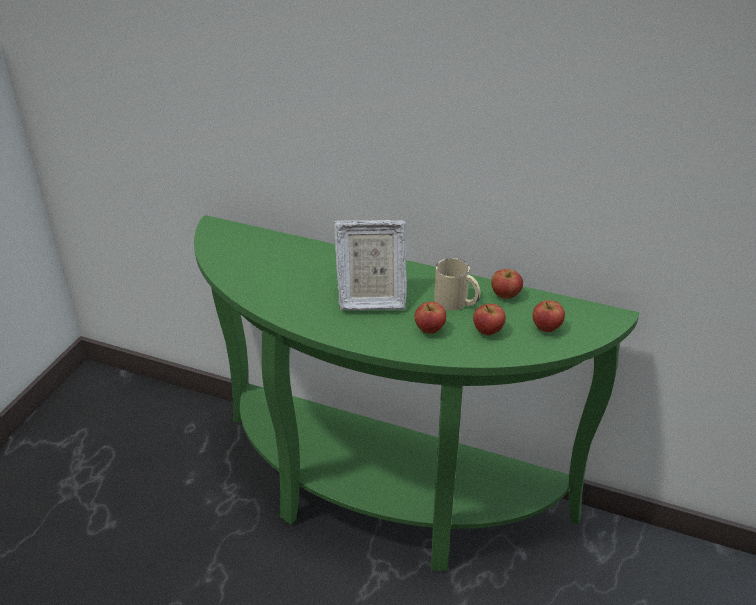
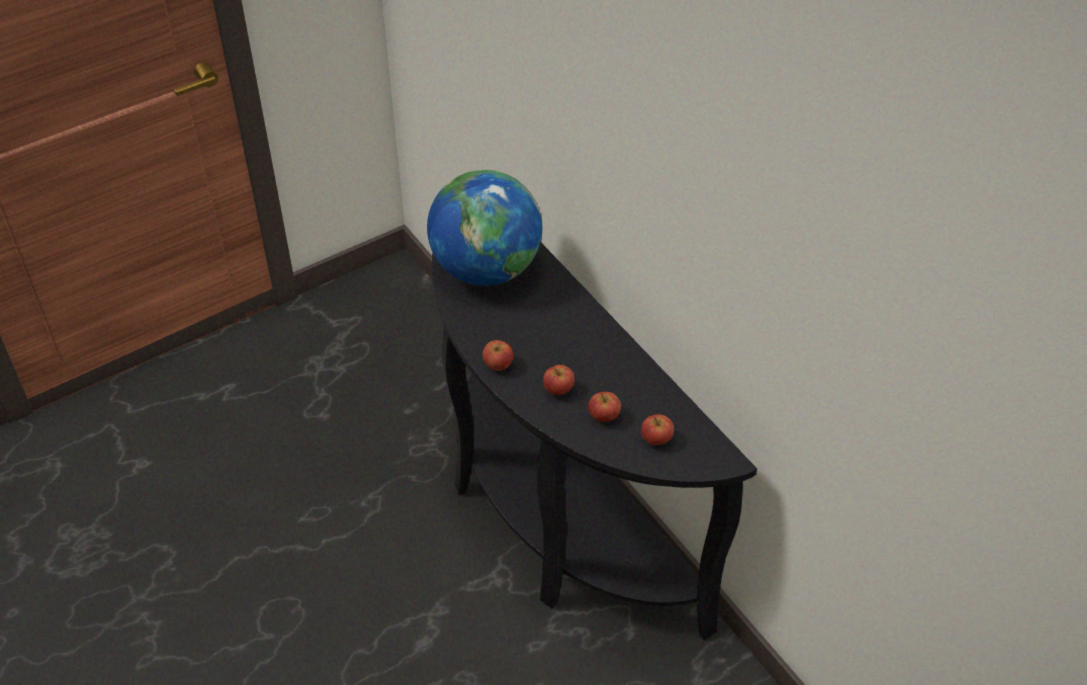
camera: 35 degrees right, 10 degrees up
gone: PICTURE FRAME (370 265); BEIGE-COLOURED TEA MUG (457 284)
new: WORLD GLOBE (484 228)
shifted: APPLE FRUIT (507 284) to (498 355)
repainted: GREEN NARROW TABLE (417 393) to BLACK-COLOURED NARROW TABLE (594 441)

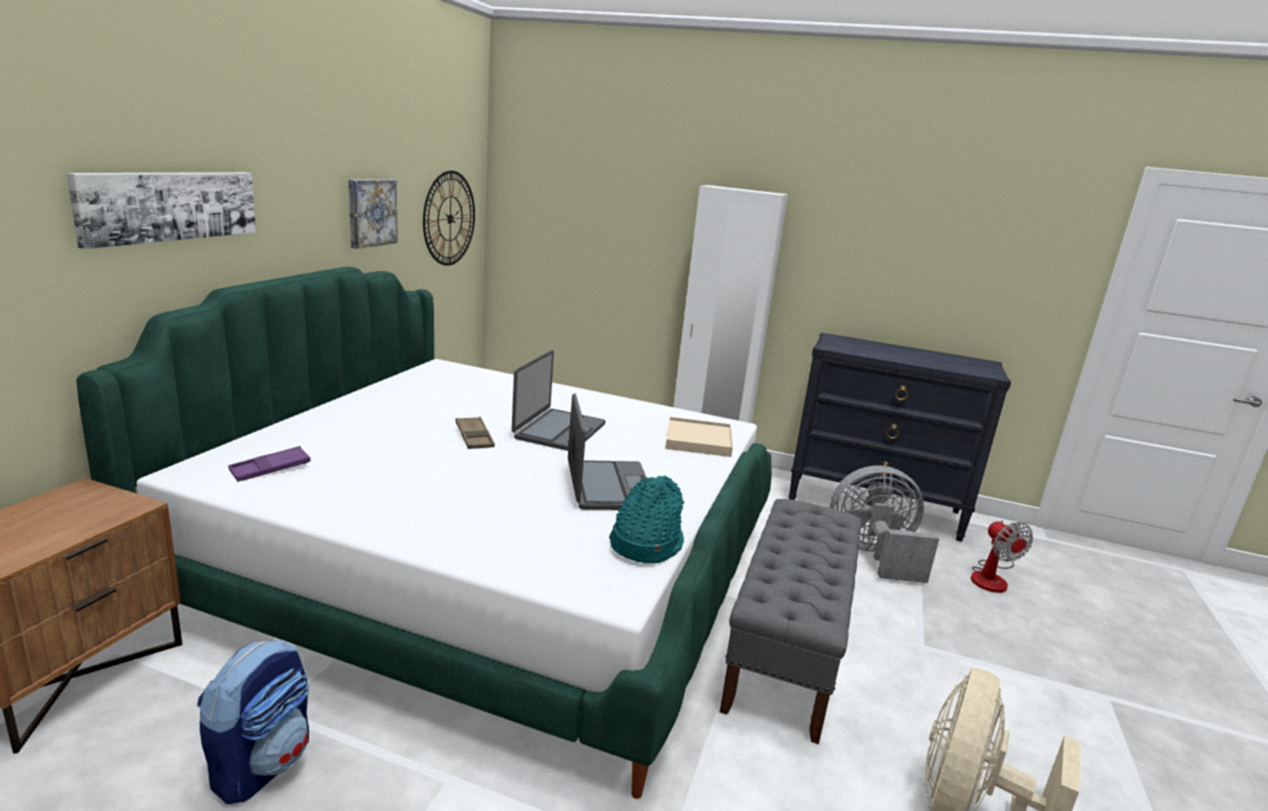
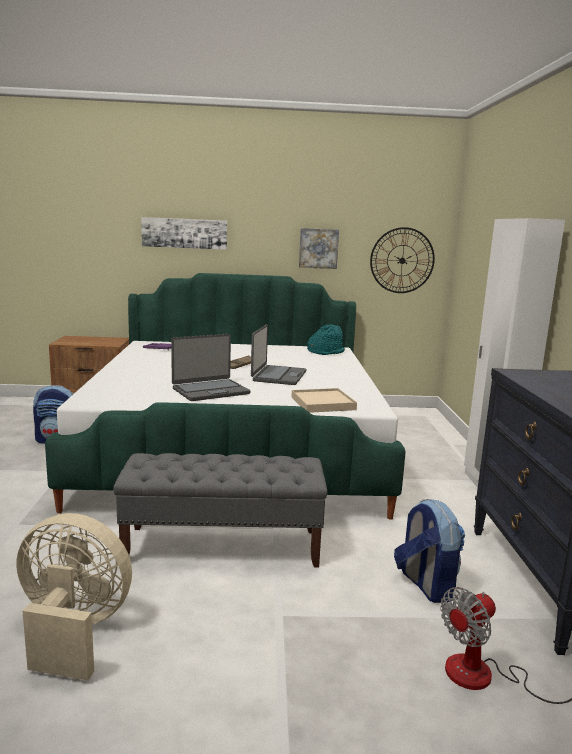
camera: 70 degrees right, 5 degrees down
shifted: TURQUOISE-COLOURED CLOTHING HAT (646 519) to (326 339)
swapped: GREYISH ELECTRIC FAN (884 524) to RUCKSACK (429 551)
rotated: NOTEBOOK COMPUTER (559 400) = (278 354) 75 degrees counterclockwise

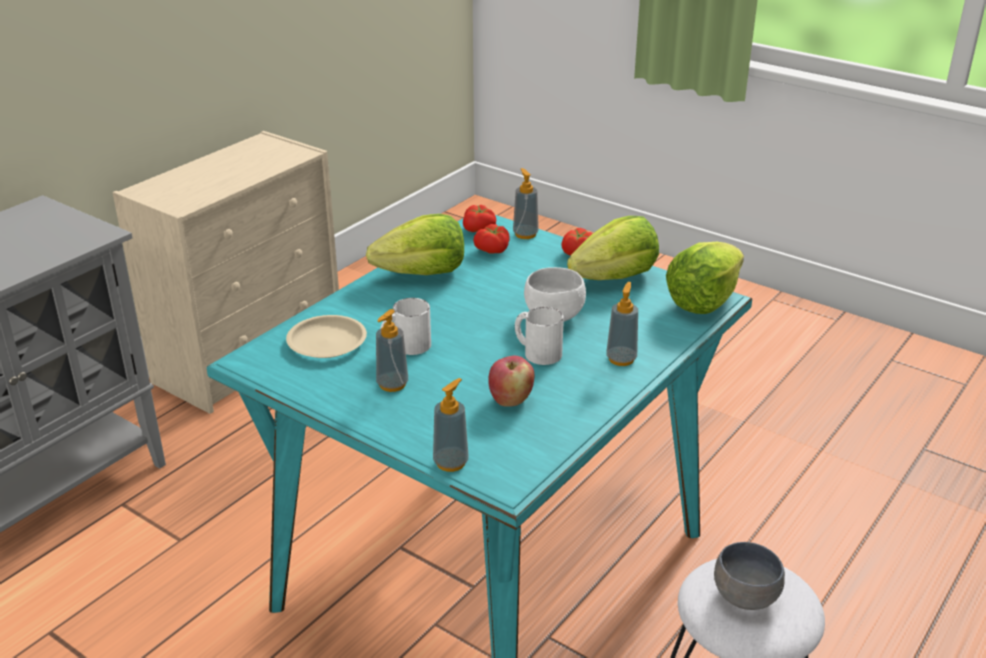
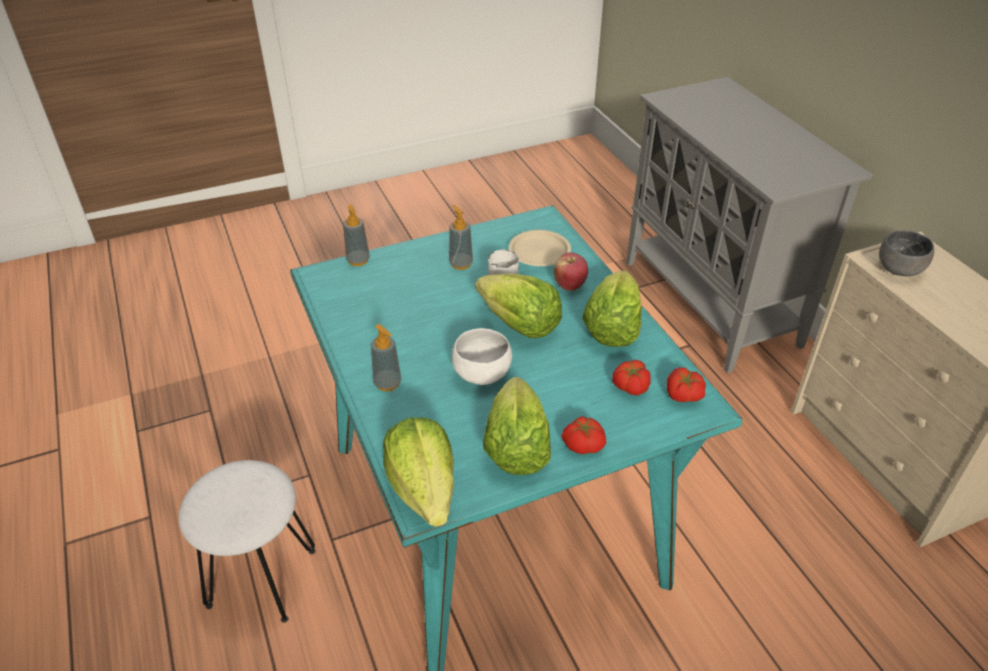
camera: 120 degrees right, 10 degrees up
gone: LIQUID SOAP BOTTLE (526 203); WHITISH TEA MUG (539 336)
new: LETTUCE (518 306)
shifted: APPLE FRUIT (511 381) to (571 272); GREYISH DEEP DISH (749 576) to (906 253)

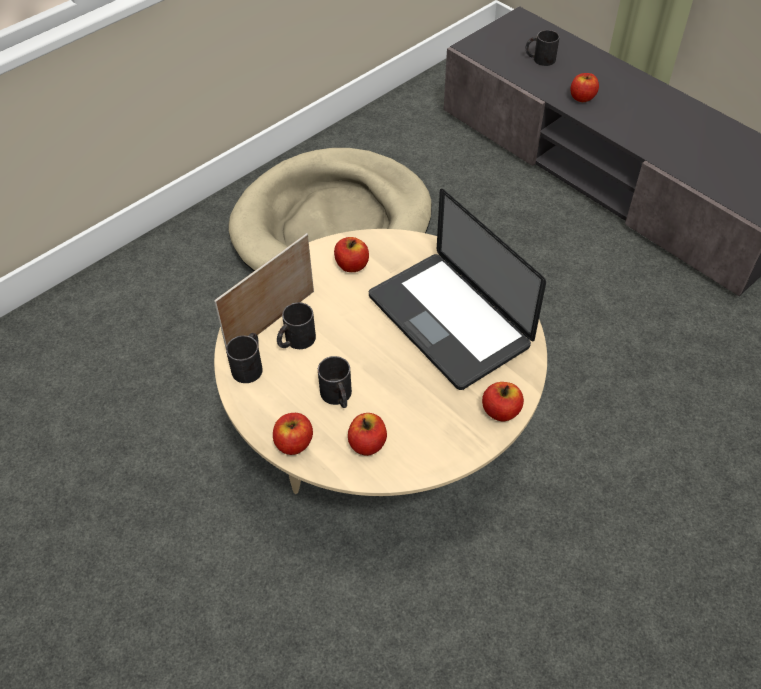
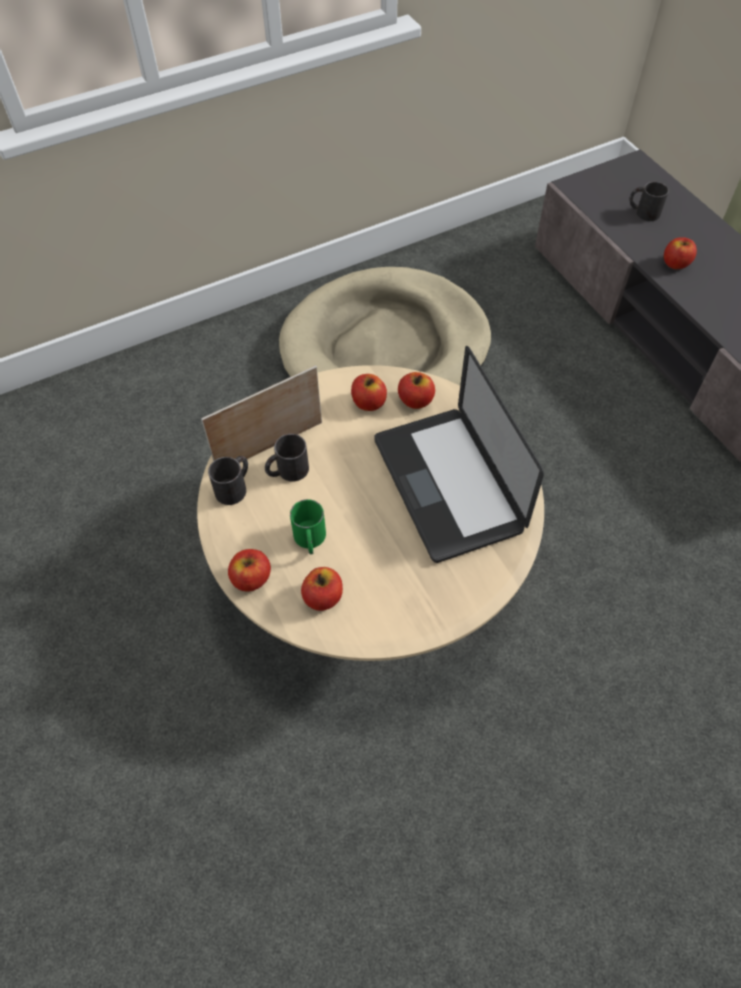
camera: 15 degrees right, 5 degrees up
shifted: APPLE FRUIT (503 402) to (416 390)
repainted: BLACK-COLOURED TEA MUG (335 382) to GREEN TEA MUG (308 526)

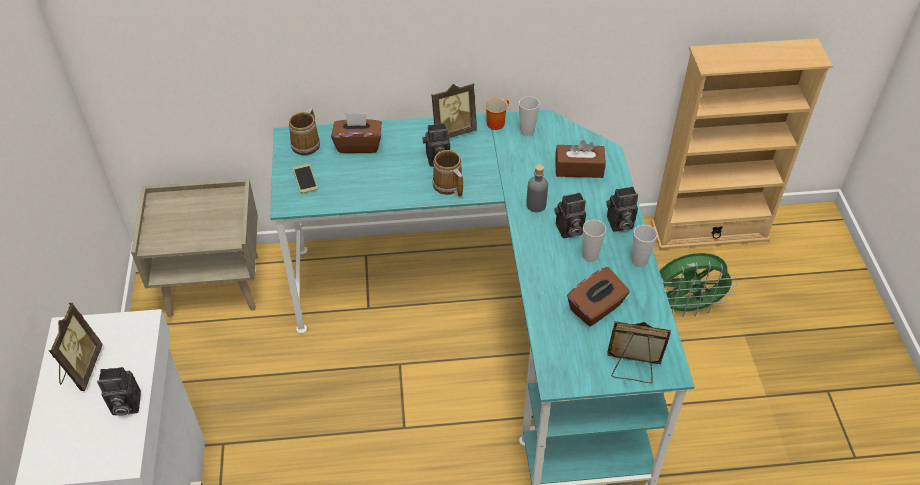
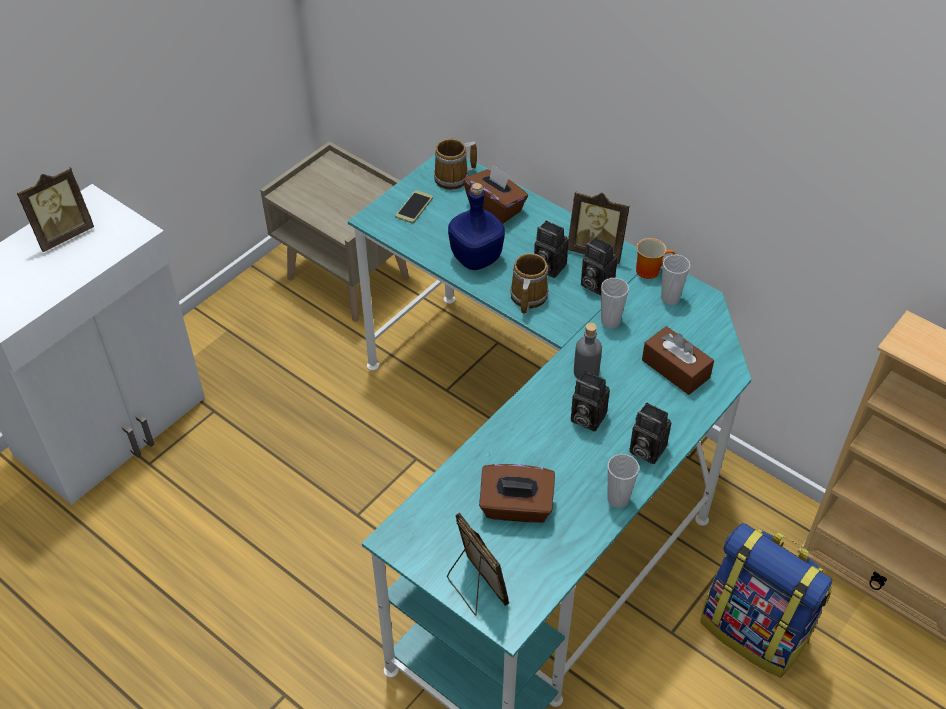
camera: 45 degrees right, 0 degrees up
new: BLUE BEVERAGE BOTTLE (476 226)
shifted: STILL CAMERA (119 391) to (599 266); SMALL CUP (594 241) to (615 303)
swapped: GREEN ELECTRIC FAN (699 285) to RUCKSACK (766 600)

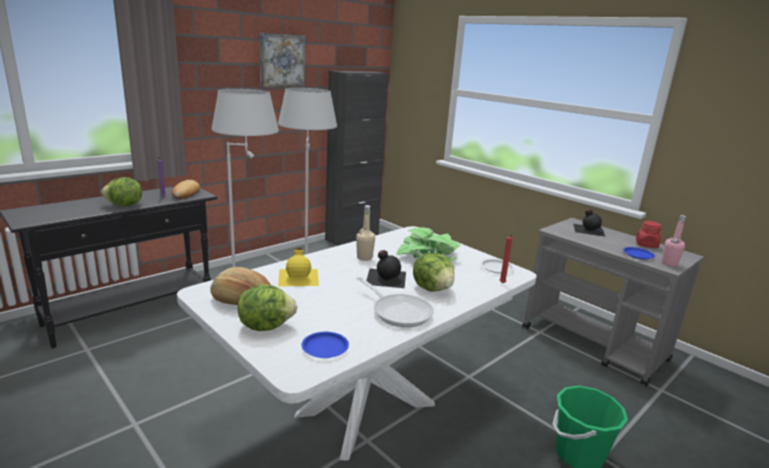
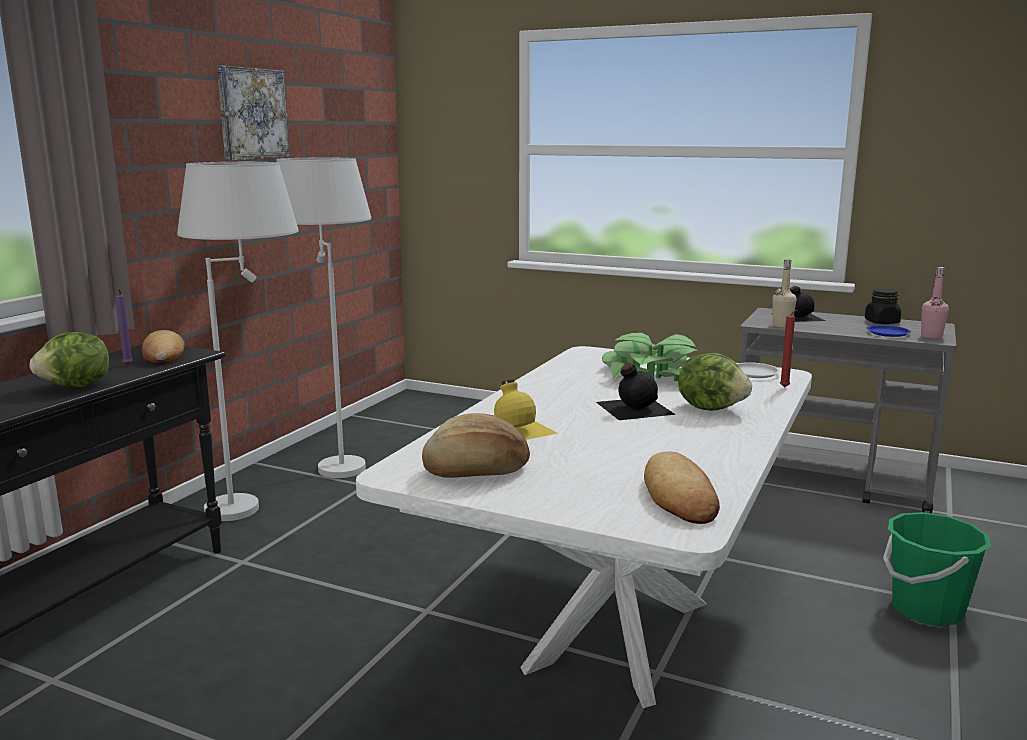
camera: 20 degrees left, 5 degrees down
gone: LETTUCE (267 307); BLACK-COLOURED CUPBOARD (357 158); SKILLET (395 302)
shifted: BEIGE-COLOURED BEVERAGE BOTTLE (365 233) to (784 294)
swapped: BLUE PLATE (325 345) to BREAD (682 488)
repainted: REDDISH STORAGE JAR (648 234) to BLACK-COLOURED STORAGE JAR (883 306)

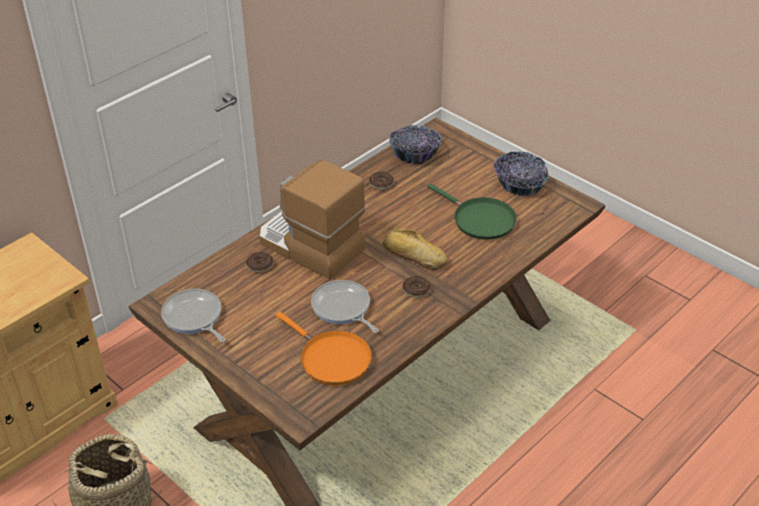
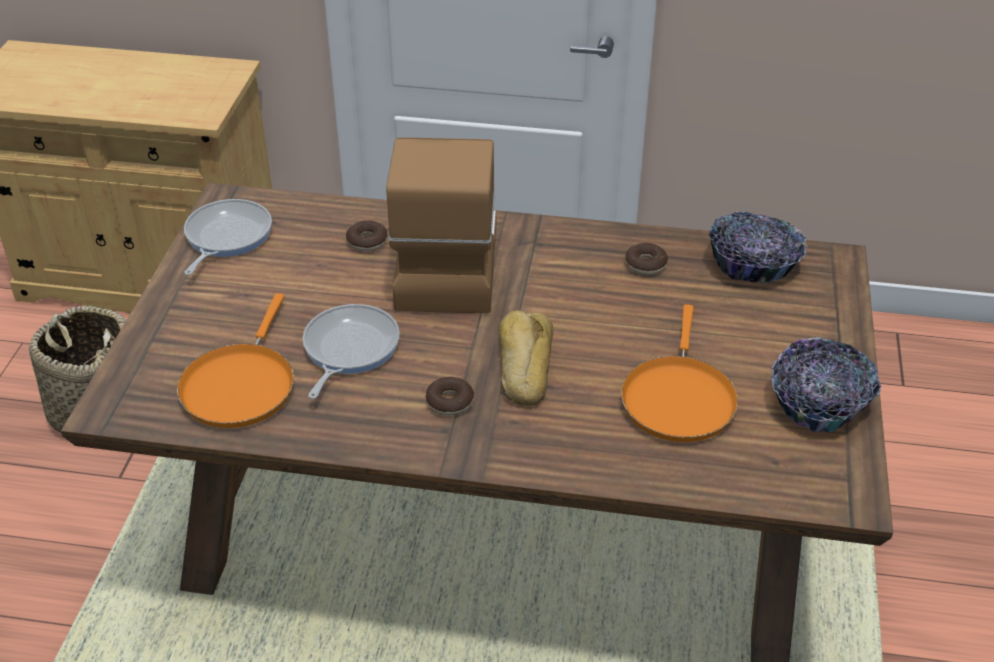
camera: 55 degrees right, 0 degrees up
repainted: GREEN SKILLET (472 211) to ORANGE SKILLET (680 373)

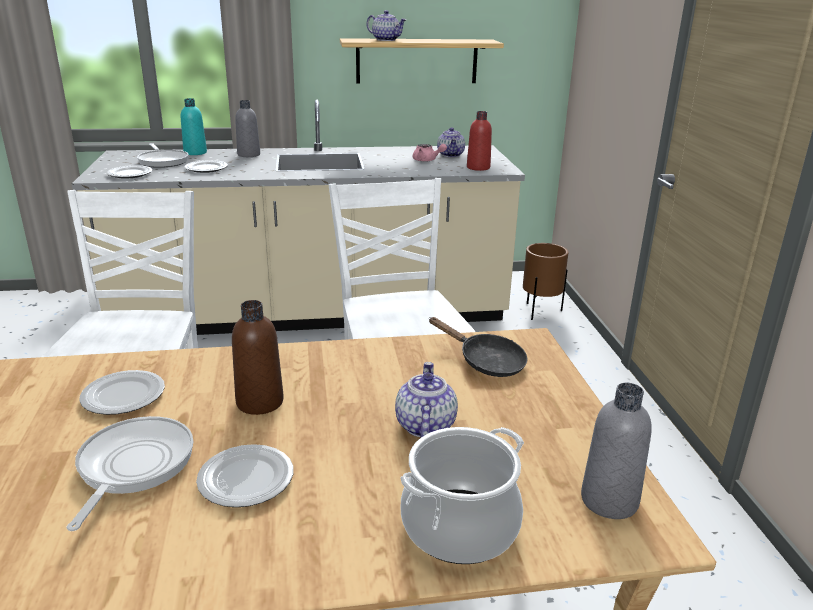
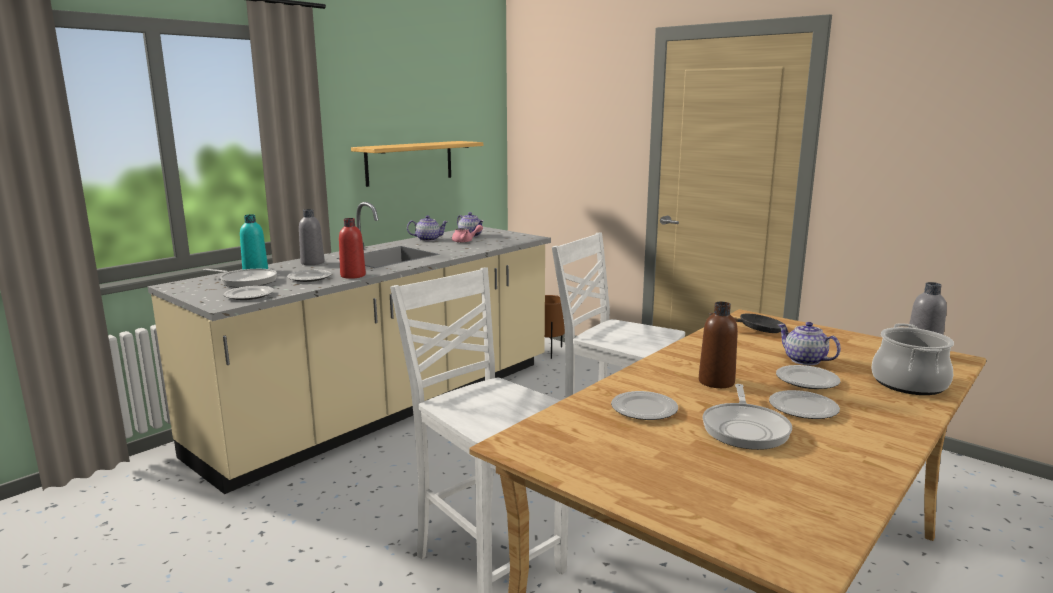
camera: 40 degrees left, 10 degrees down
new: PLATE (808 377)
shifted: POT FOR TEA (386 25) to (427 228); REDDISH BEVERAGE BOTTLE (479 141) to (352 248)
rotated: SKILLET (130 473) = (747 417) 135 degrees counterclockwise

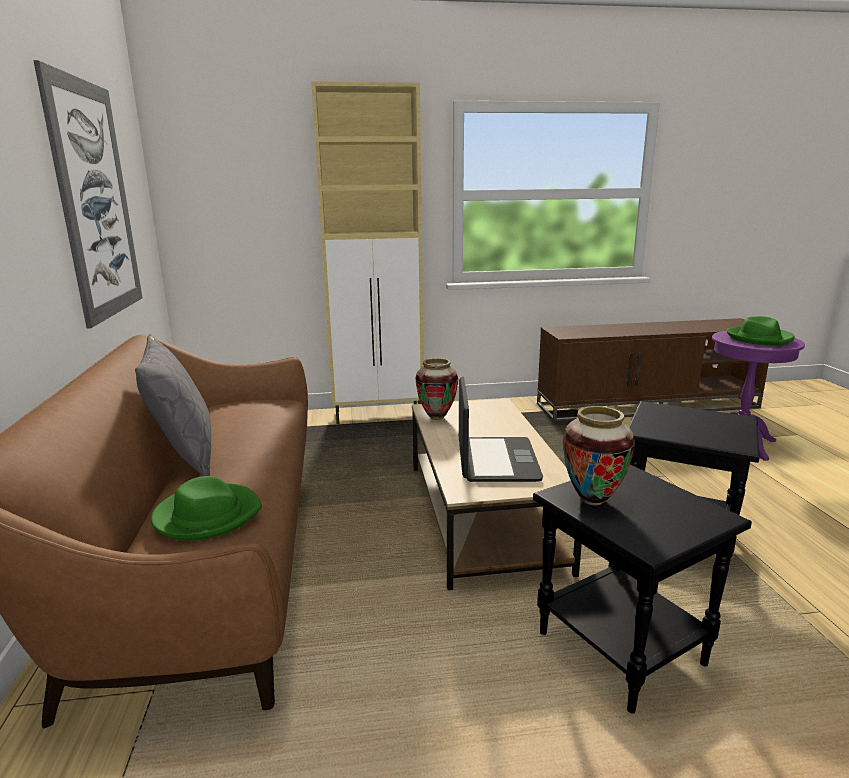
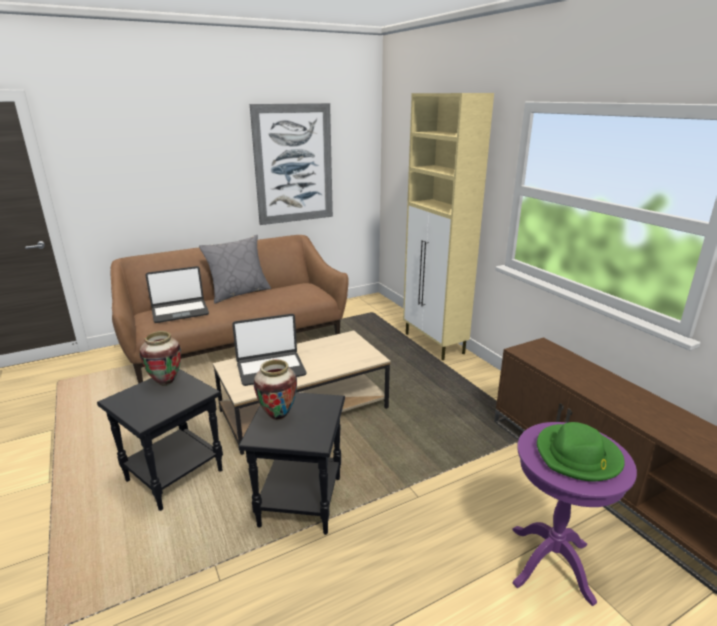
camera: 70 degrees right, 5 degrees up
shifted: FLOWER VASE (436 389) to (275 389)
swapped: GREEN CLOTHING HAT (206 508) to NOTEBOOK COMPUTER (177 294)

